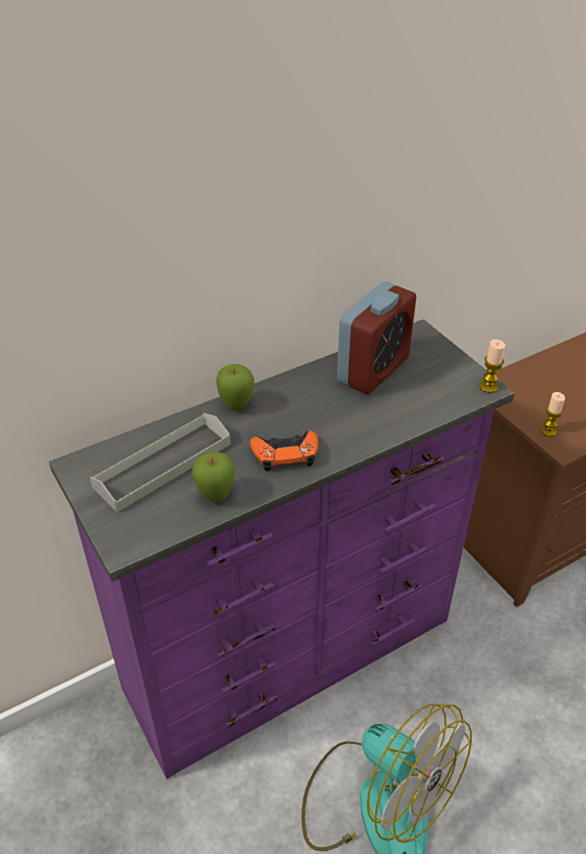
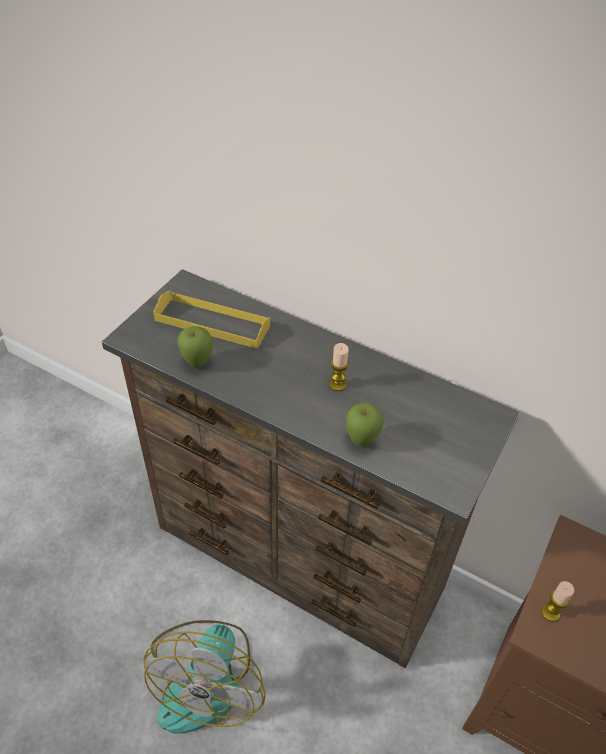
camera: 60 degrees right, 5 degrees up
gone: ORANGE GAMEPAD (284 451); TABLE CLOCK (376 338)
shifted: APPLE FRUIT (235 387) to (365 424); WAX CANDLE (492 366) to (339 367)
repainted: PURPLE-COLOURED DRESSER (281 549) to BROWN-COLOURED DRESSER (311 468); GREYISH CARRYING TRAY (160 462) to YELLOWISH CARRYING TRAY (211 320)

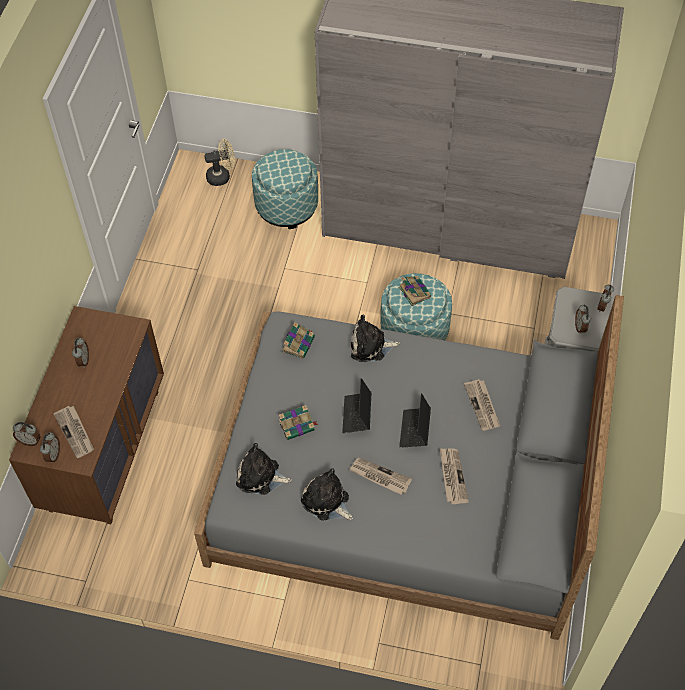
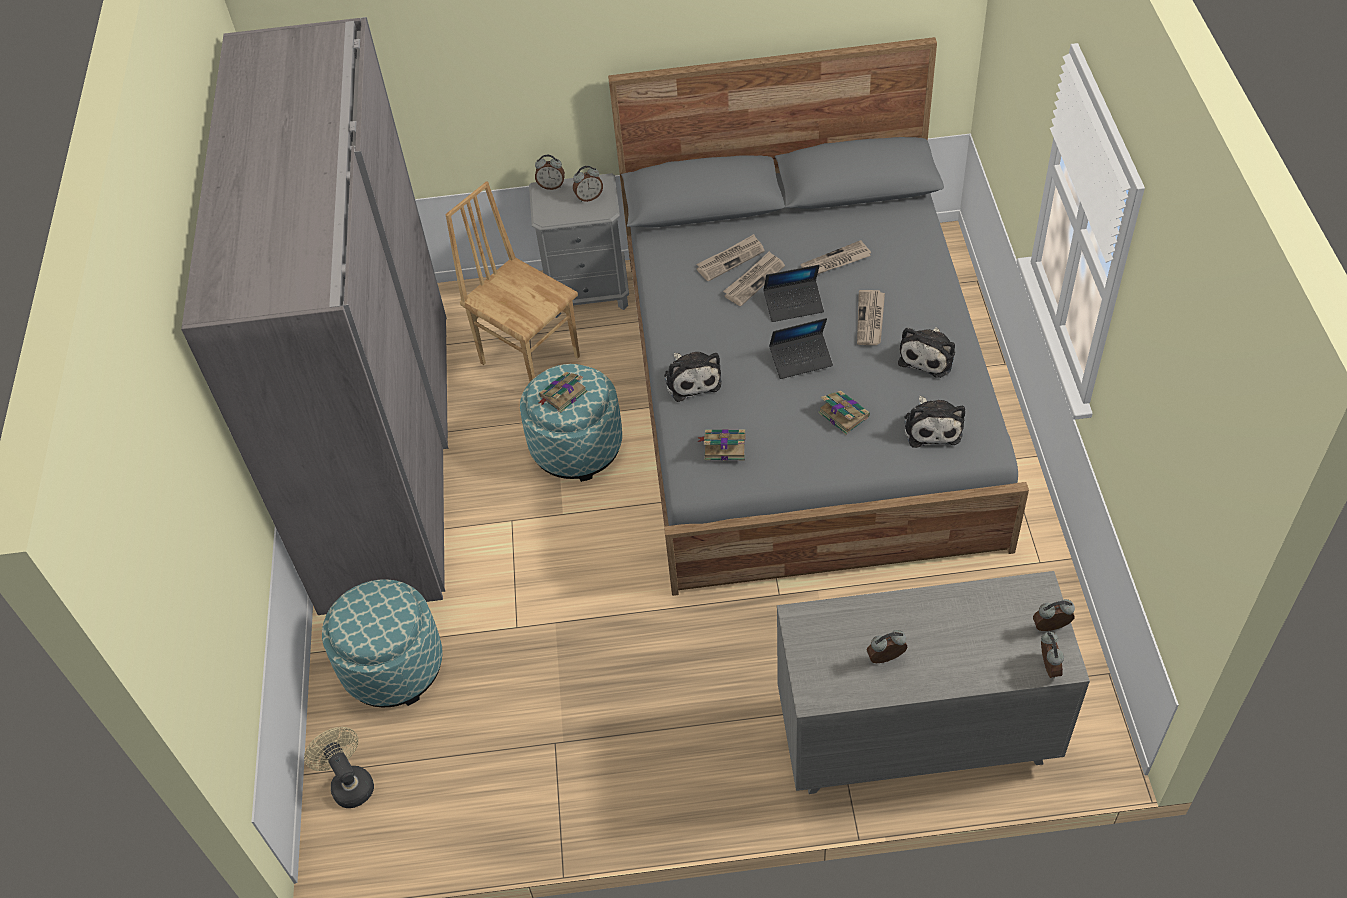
camera: 105 degrees left, 5 degrees down
new: BROWN-COLOURED PLAIN CHAIR (512 281)
shifted: PRINTED PAPER (74 432) to (754 278)
repainted: BROWN-COLOURED DRESSER (86 415) to GREYISH DRESSER (933 682)

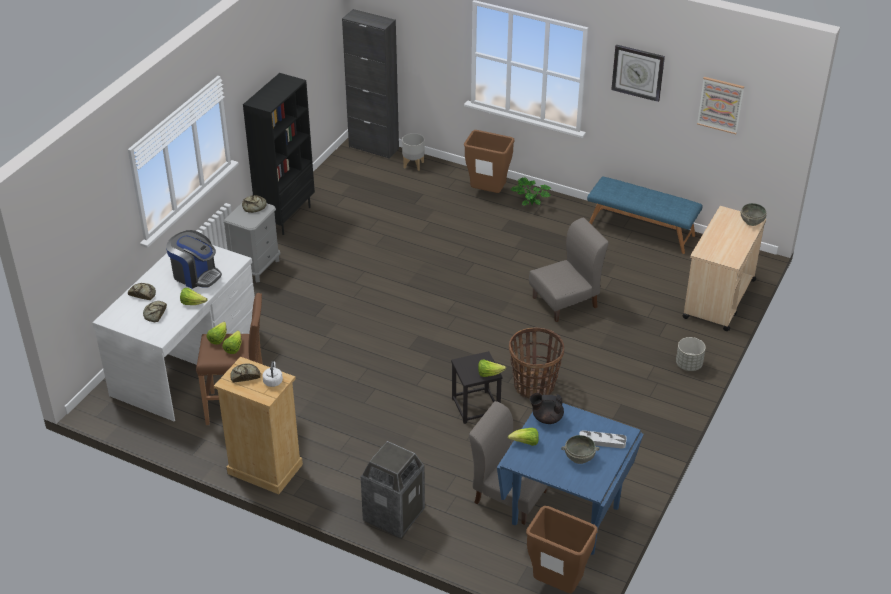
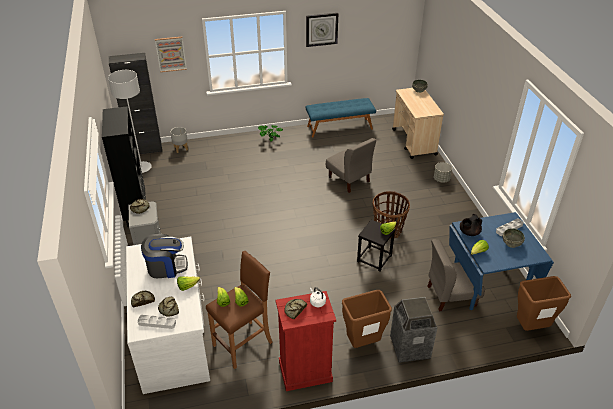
camera: 40 degrees left, 0 degrees up
new: GREYISH STANDING LAMP (130 121); GREYISH CARRYING TRAY (157 322)
shifted: BROWN-COLOURED WASTE BIN (489 161) to (367 319); WALL PICTURE (720 105) to (171 54)
repainted: BEIGE-COLOURED DRESSER (258 425) to REDDISH DRESSER (305 341)
rotated: GREYISH PLAIN CHAIR (568 270) = (351 165) 120 degrees clockwise

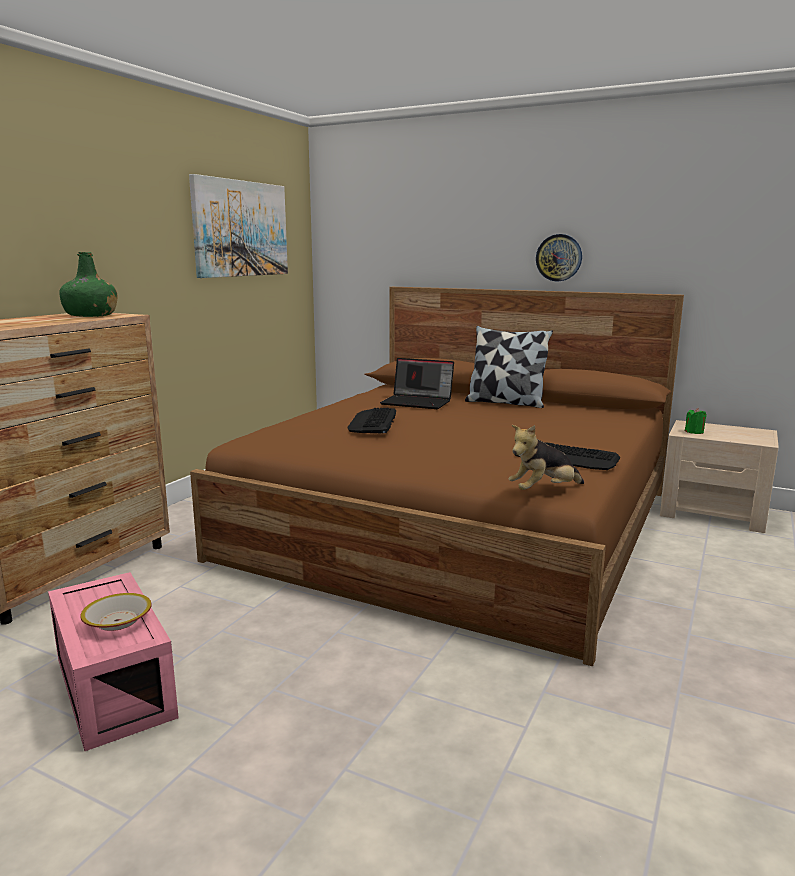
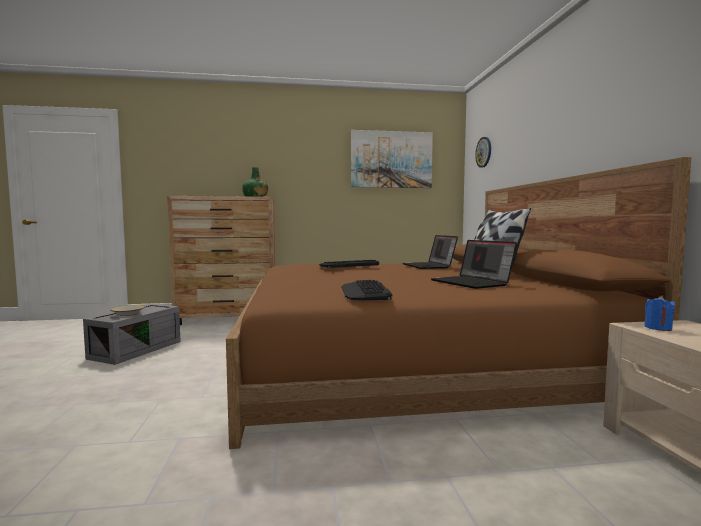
camera: 55 degrees right, 10 degrees down
gone: PLUSH TOY (546 457)
new: NOTEBOOK COMPUTER (474 264)
shifted: CLOCK ON THE WALL (559 257) to (483 152)
repainted: PINKISH STORAGE CONTAINER (113 661) to GREYISH STORAGE CONTAINER (132 334); GREEN WAX CANDLE (696 421) to BLUE WAX CANDLE (659 313)

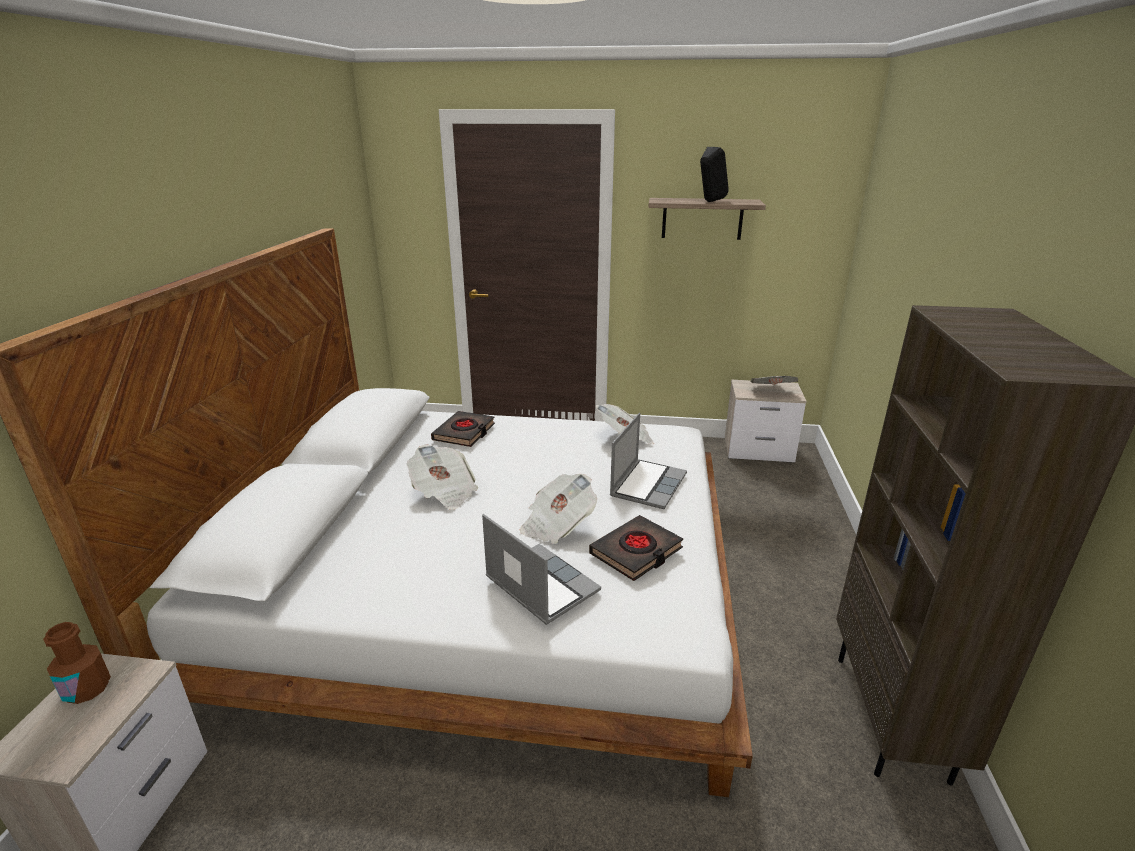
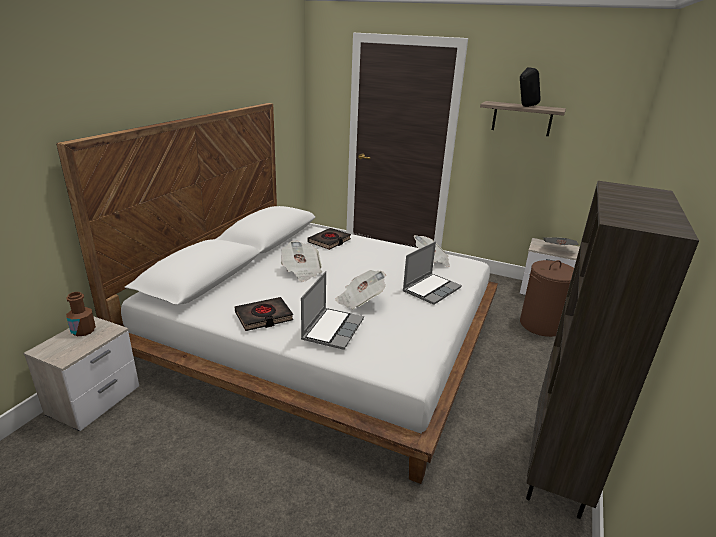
camera: 15 degrees right, 0 degrees up
new: BROWN-COLOURED WASHING BASKET (547 298)
shifted: BLACK-COLOURED BOUND BOOK (636 548) to (264 314)
rotated: NOTEBOOK COMPUTER (541 569) = (332 310) 45 degrees clockwise

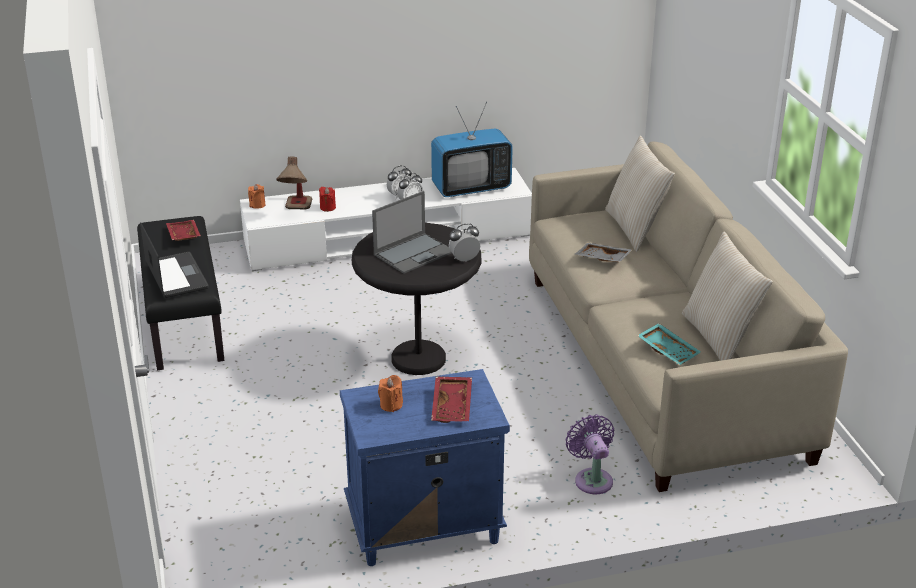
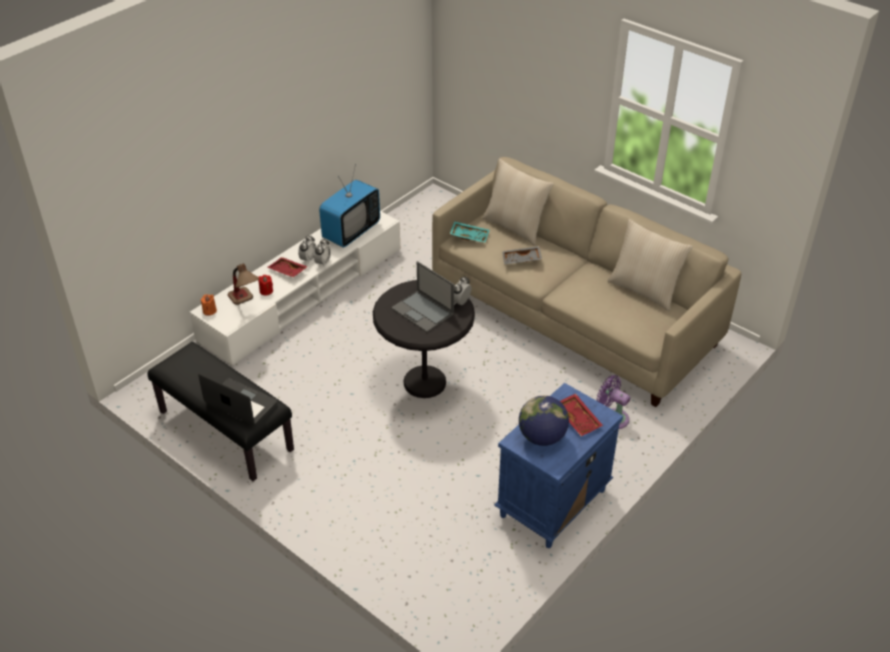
camera: 35 degrees left, 10 degrees up
shifted: REDDISH CARRYING TRAY (183 230) to (288 267); TURQUOISE-COLOURED CARRYING TRAY (669 344) to (470 232)
swapped: ORANGE WAX CANDLE (390 393) to WORLD GLOBE (544 420)
rotated: NOTEBOOK COMPUTER (412 232) = (422 296) 120 degrees clockwise

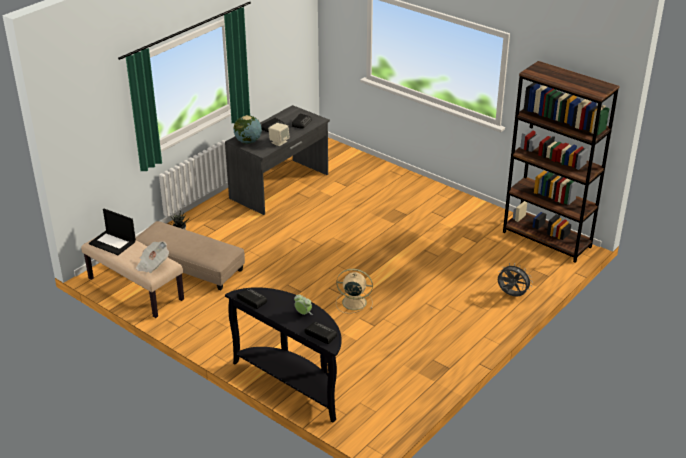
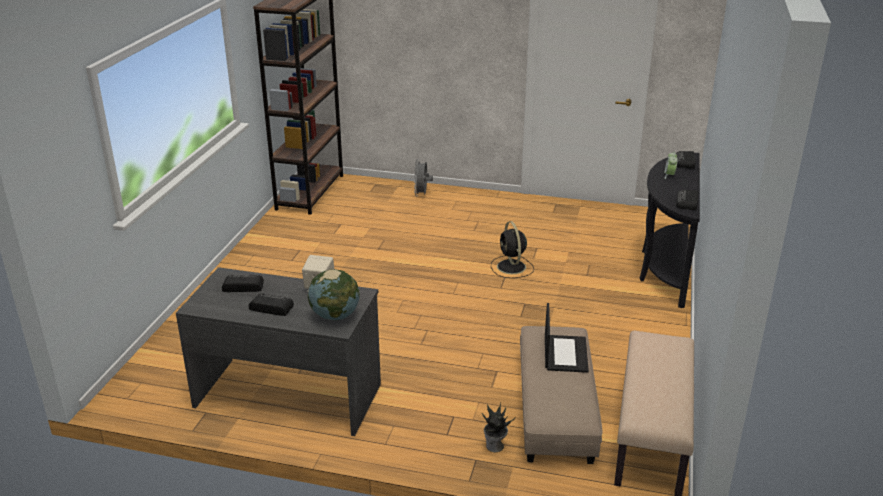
camera: 115 degrees left, 5 degrees down
gone: PRINTED PAPER (152 257)
shifted: NOTEBOOK COMPUTER (112 232) to (567 338)
repainted: BEIGE-COLOURED ELECTRIC FAN (354 291) to BLACK-COLOURED ELECTRIC FAN (512 249)

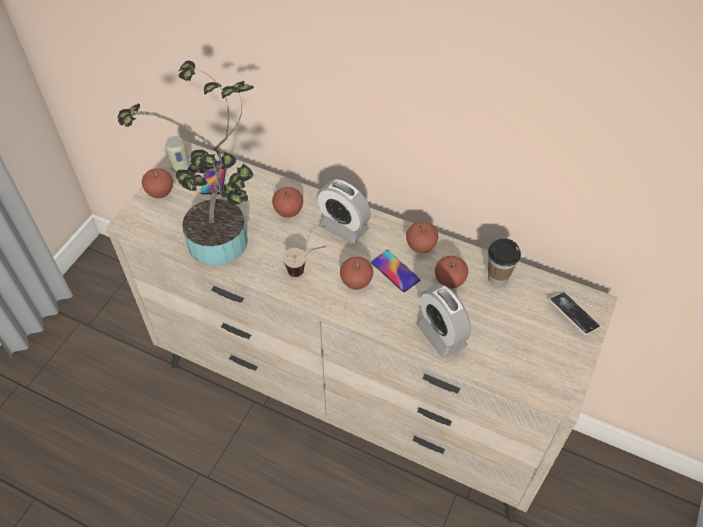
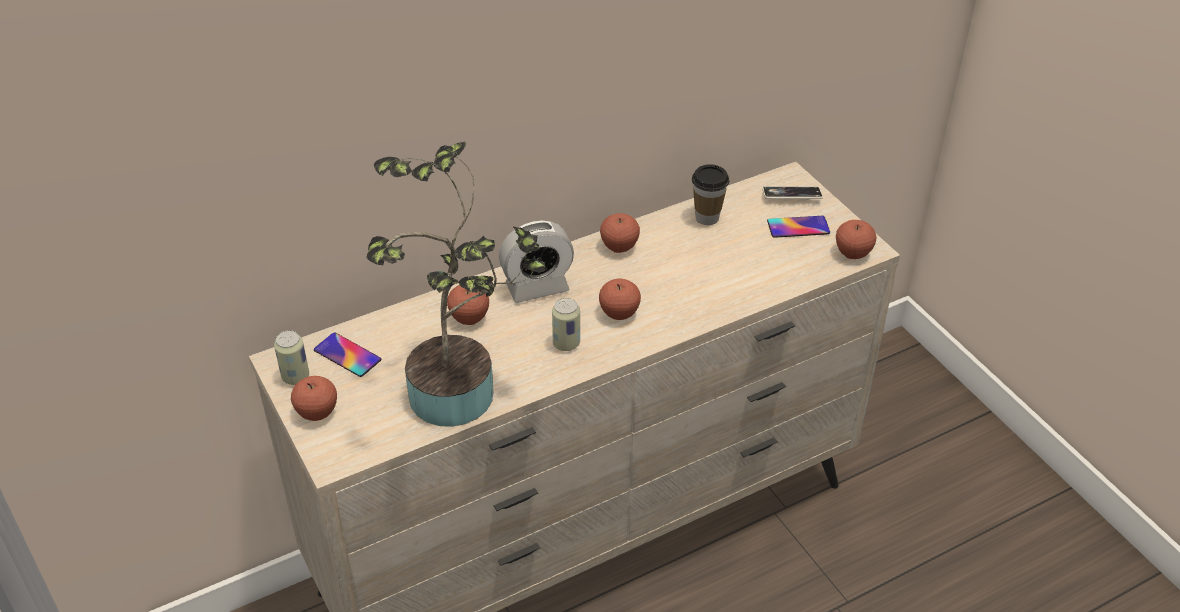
camera: 55 degrees left, 10 degrees down
gone: TABLE CLOCK (443 321)
shifted: PHONE (395 271) to (798 227); APPLE FRUIT (451 272) to (856 239)
swapped: SMALL CUP (304 261) to METAL CAN (566 324)

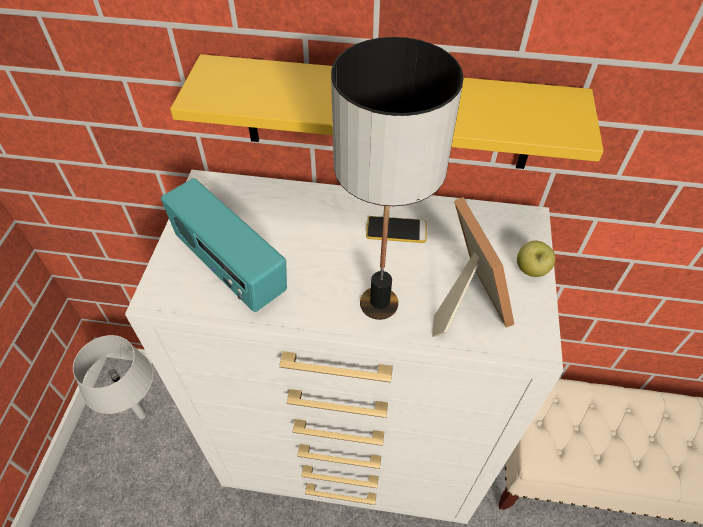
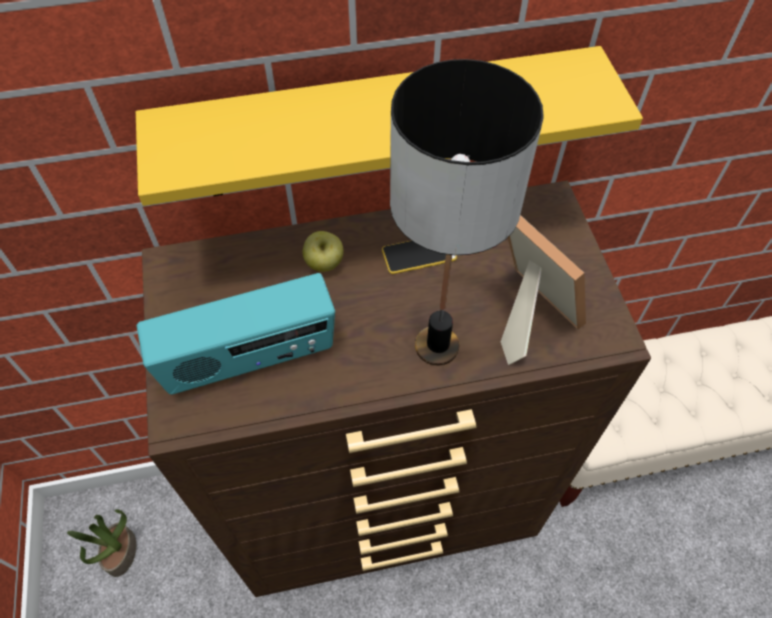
camera: 20 degrees left, 5 degrees up
shifted: APPLE FRUIT (536 259) to (323 251)
swapped: GREYISH TABLETOP LAMP (113 377) to POTTED PLANT (101 543)
repainted: WHITISH DRESSER (344 347) to BROWN-COLOURED DRESSER (396 389)
rotated: RADIO RECEIVER (224 245) = (236 334) 45 degrees counterclockwise

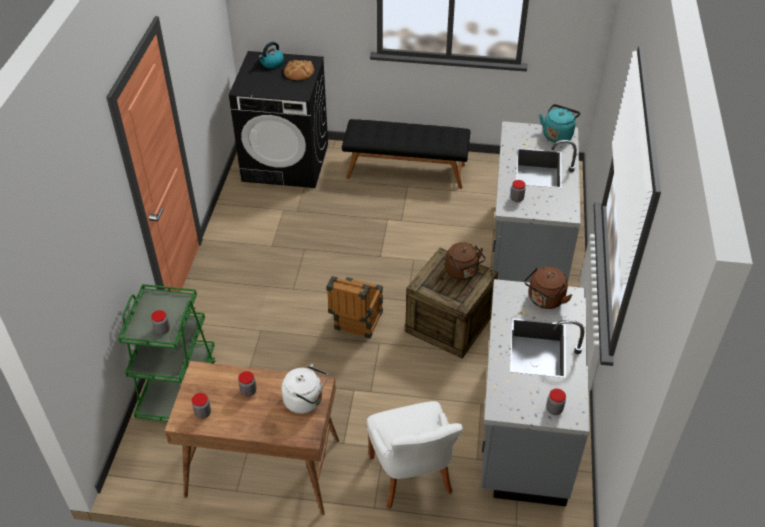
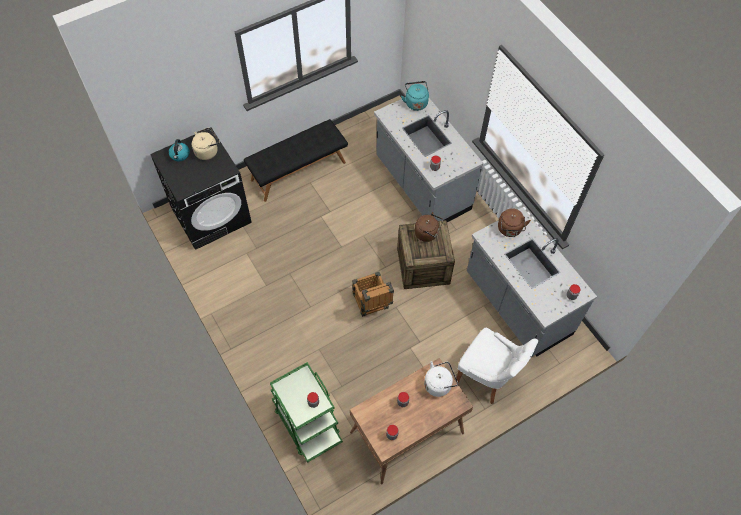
camera: 40 degrees left, 15 degrees up
swapped: BREAD (299 70) to BEIGE-COLOURED KETTLE (206 144)

